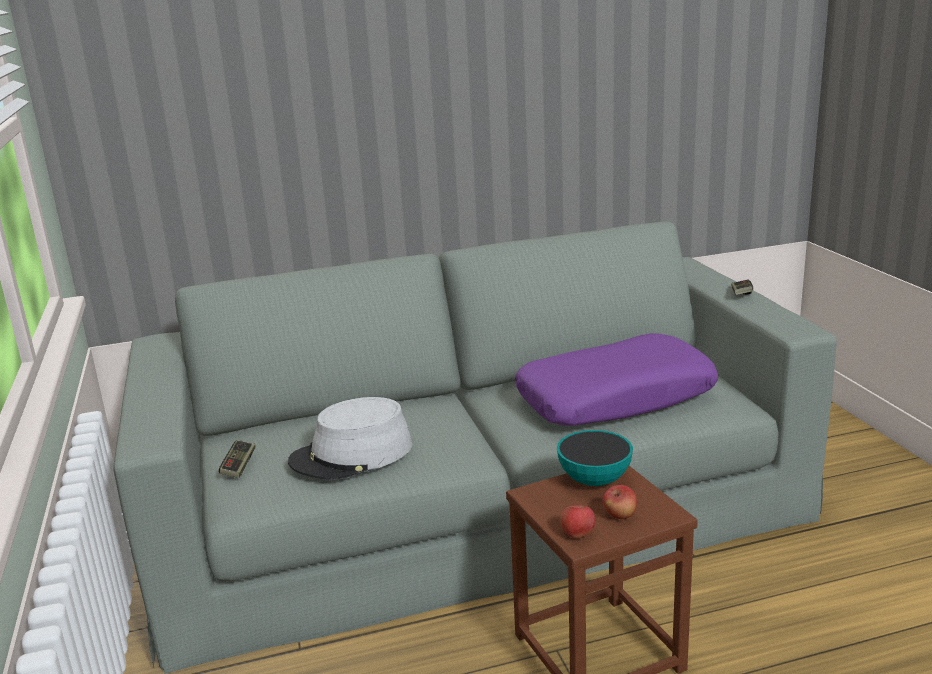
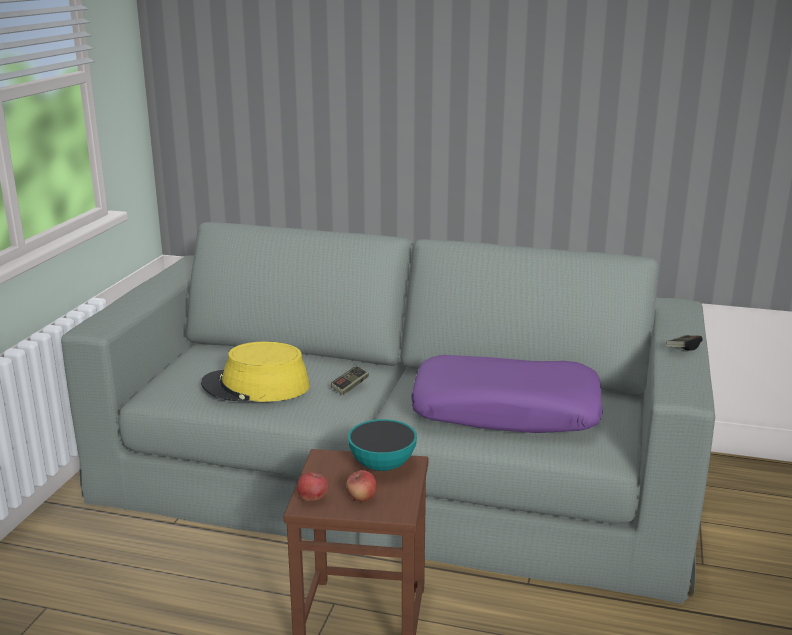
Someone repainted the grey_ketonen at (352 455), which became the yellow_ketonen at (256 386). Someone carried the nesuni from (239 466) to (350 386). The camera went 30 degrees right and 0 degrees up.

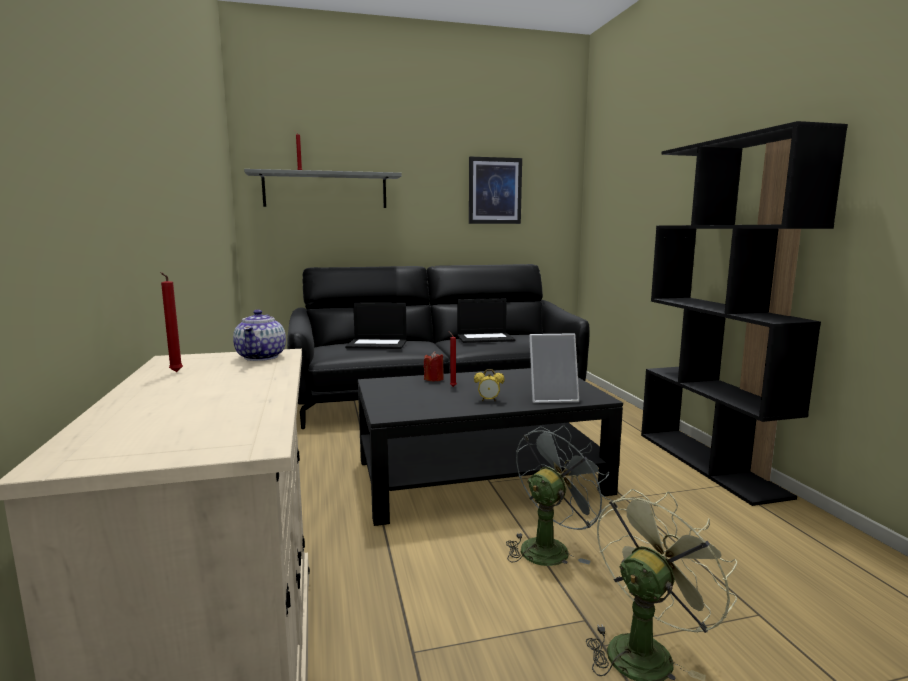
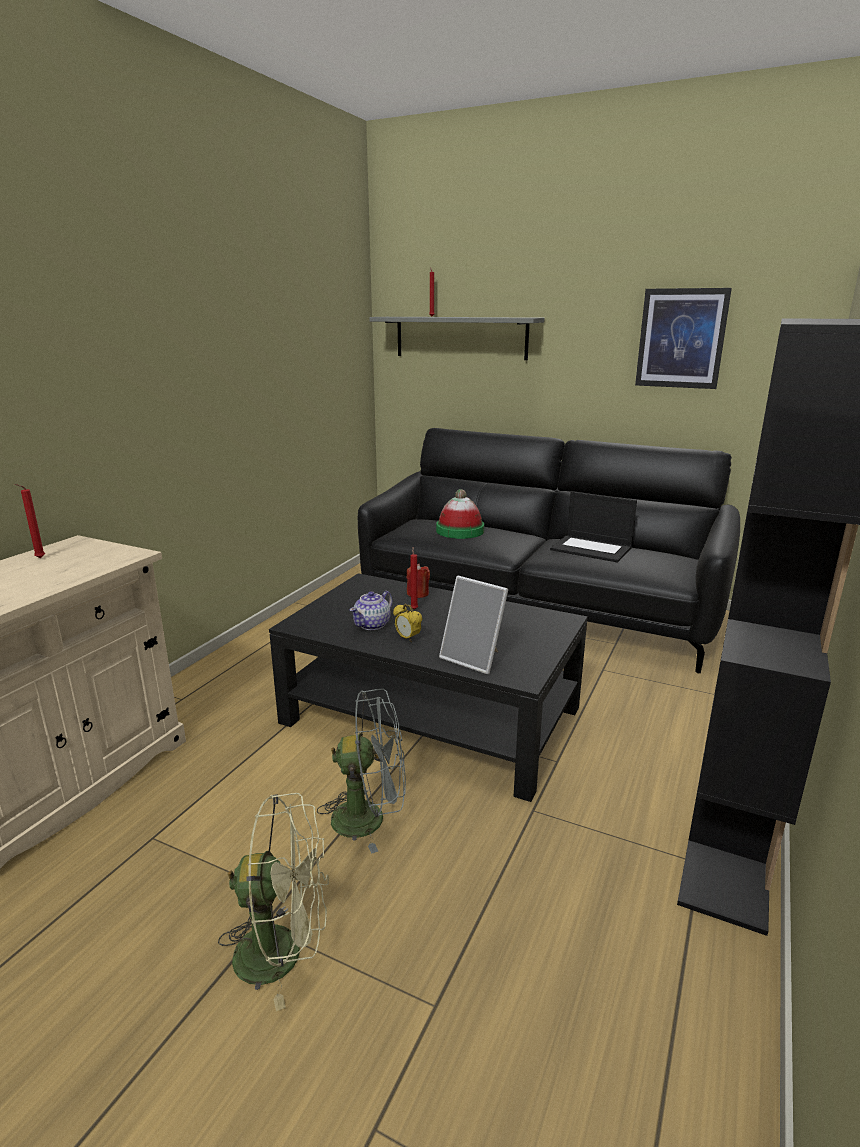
Someone swapped the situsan at (378 344) for the ketonen at (460 531). Someone carried the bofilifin from (262 357) to (373 625). The camera went 40 degrees right and 10 degrees up.

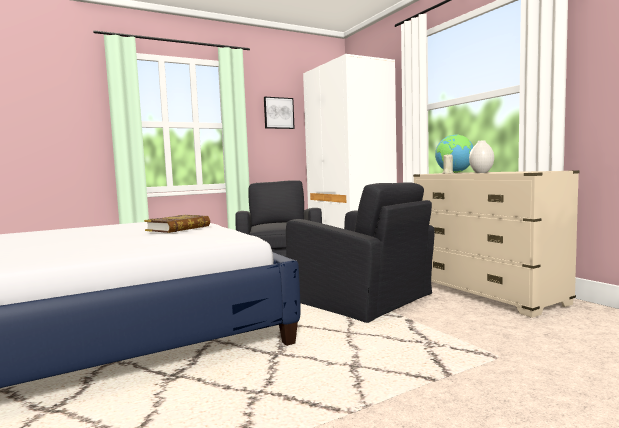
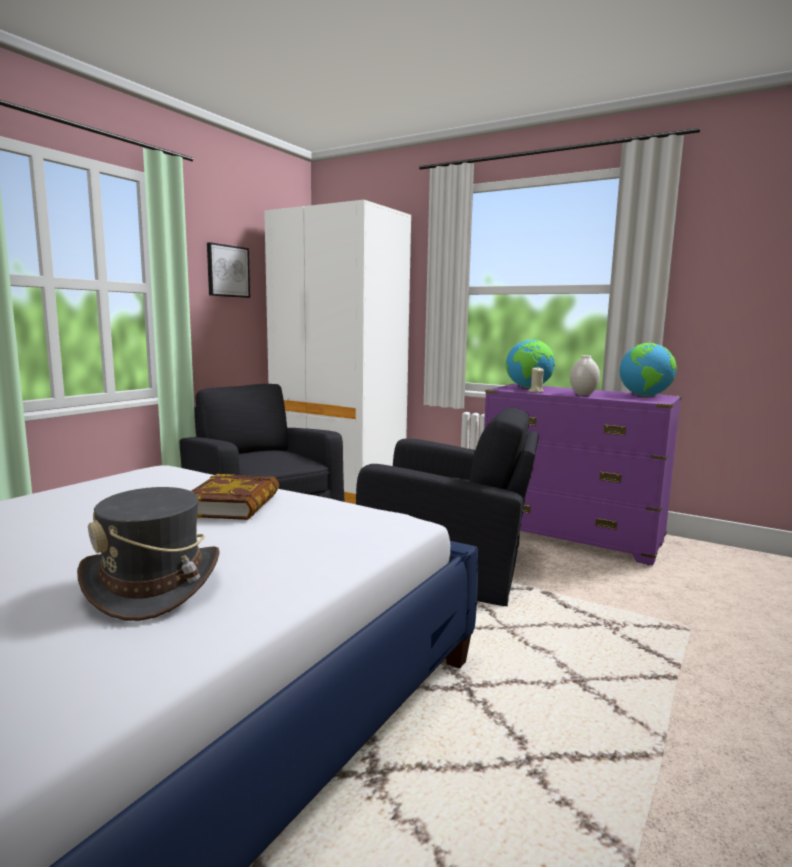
Someone repainted the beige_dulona at (486 293), which became the purple_dulona at (570 536). Someone put down the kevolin at (645 396). Someone put down the grey_ketonen at (153 585). The camera went 30 degrees left and 5 degrees up.

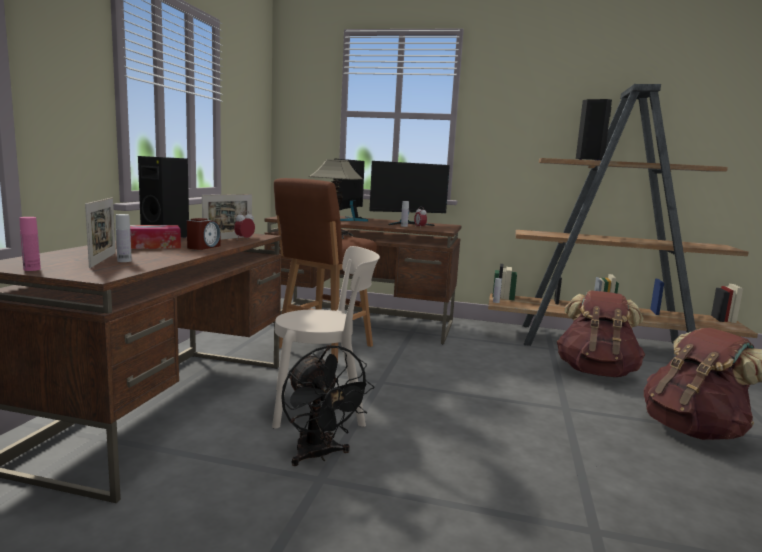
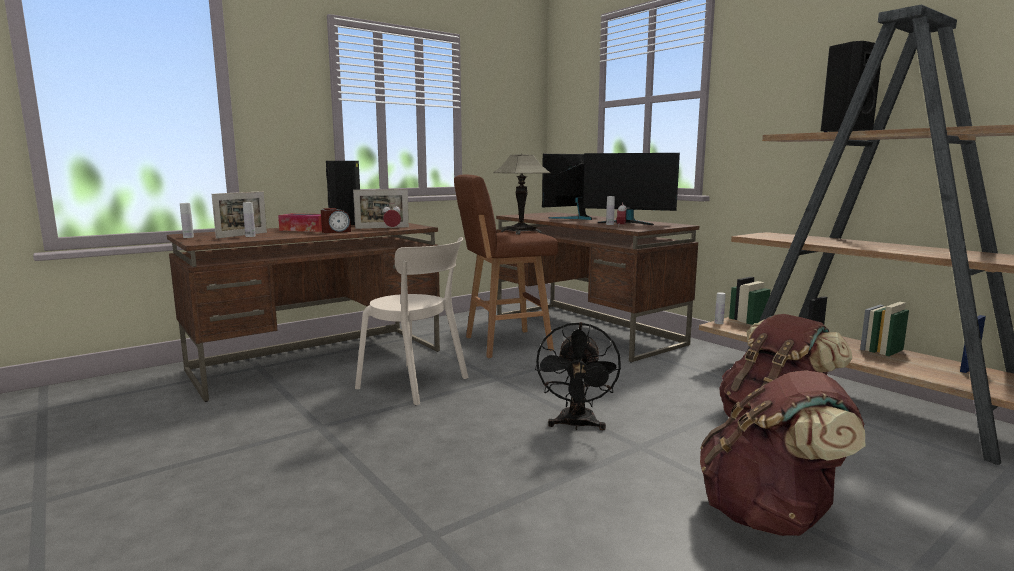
Someone repainted the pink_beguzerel at (32 269), which became the white_beguzerel at (188 237). Someone carried the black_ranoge from (319 455) to (576 425). The camera went 40 degrees right and 0 degrees up.

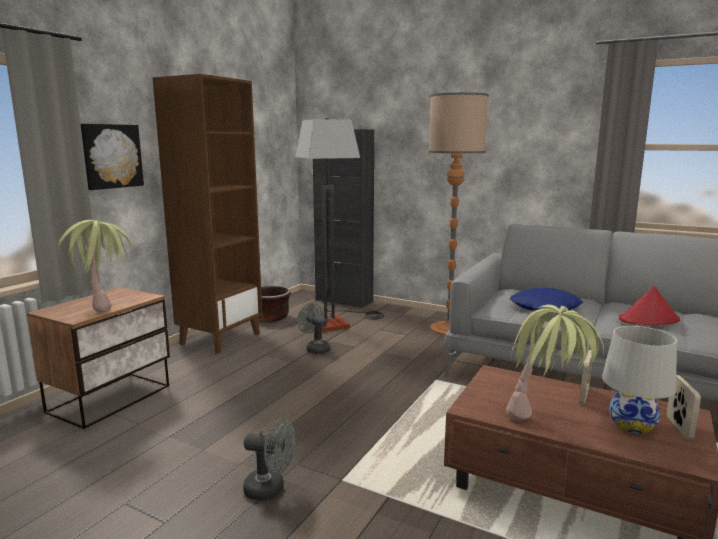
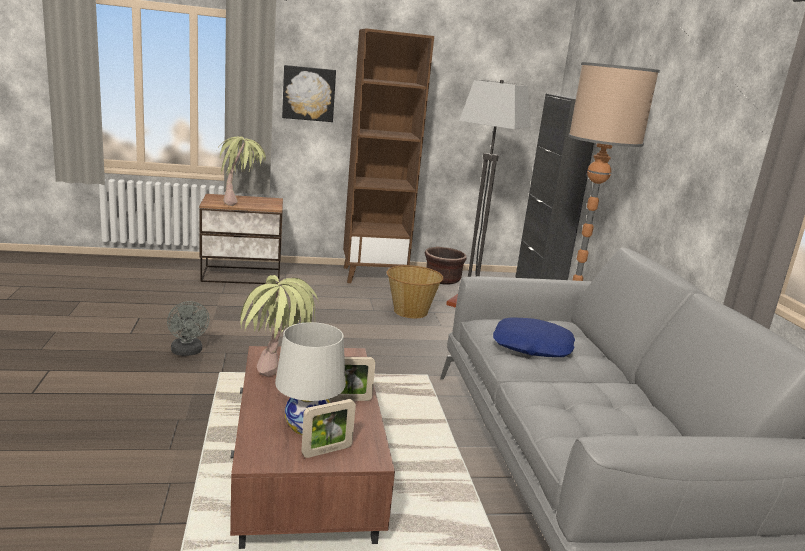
Someone took away the red_ketonen at (649 320). Someone swapped the grey_ranoge at (315 348) for the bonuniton at (410 312). The camera went 50 degrees right and 5 degrees up.

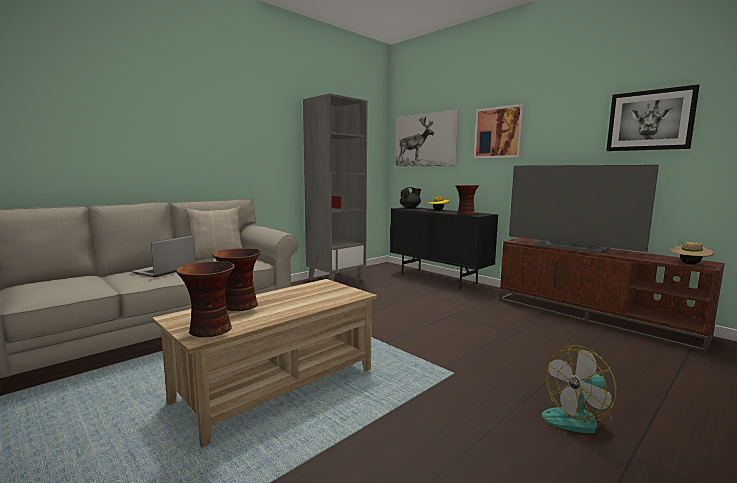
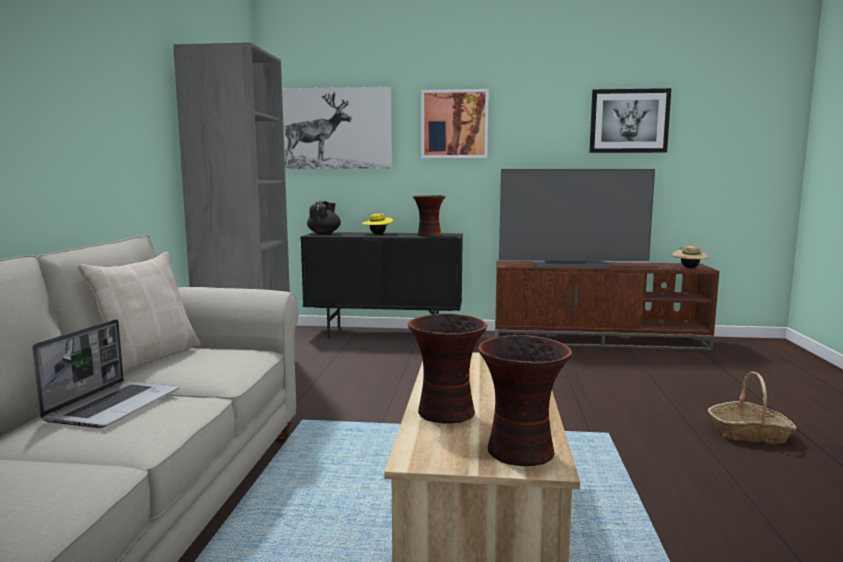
Someone rotated the situsan at (164 270) by 150 degrees counterclockwise. Someone swapped the ranoge at (578 418) for the bonuniton at (749 433). The camera went 40 degrees left and 0 degrees up.

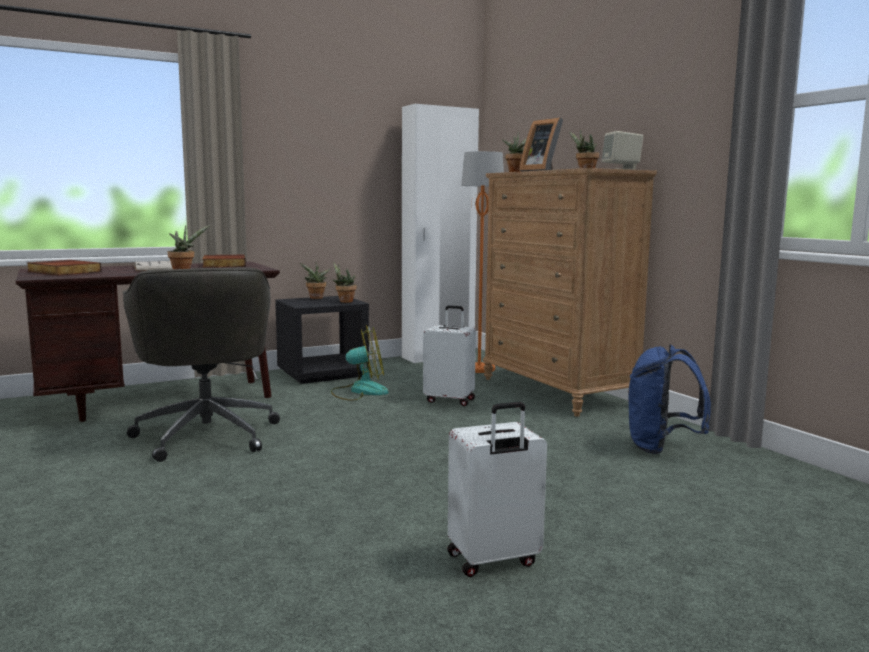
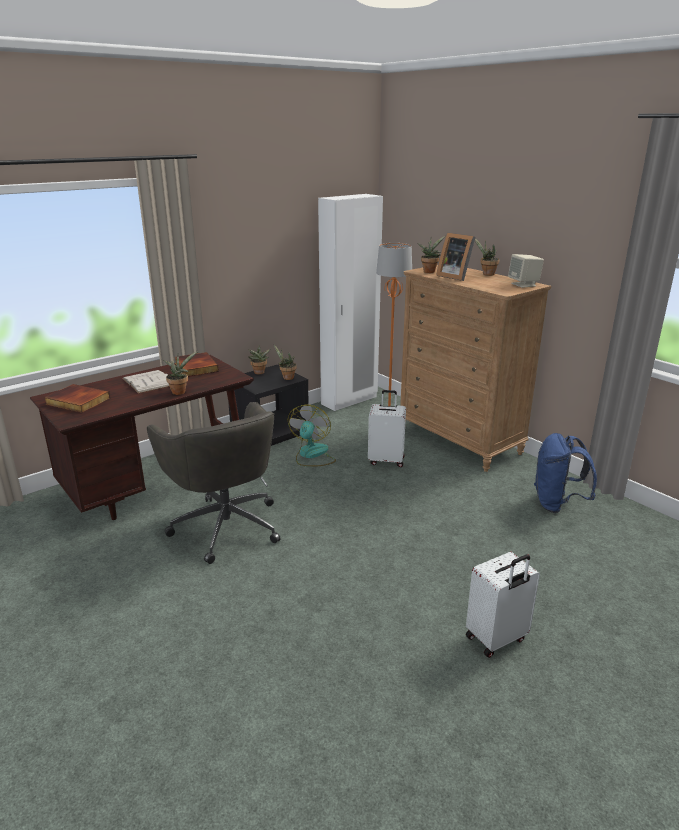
Someone rotated the ranoge at (359 391) by 60 degrees counterclockwise. The camera went 10 degrees left and 15 degrees up.

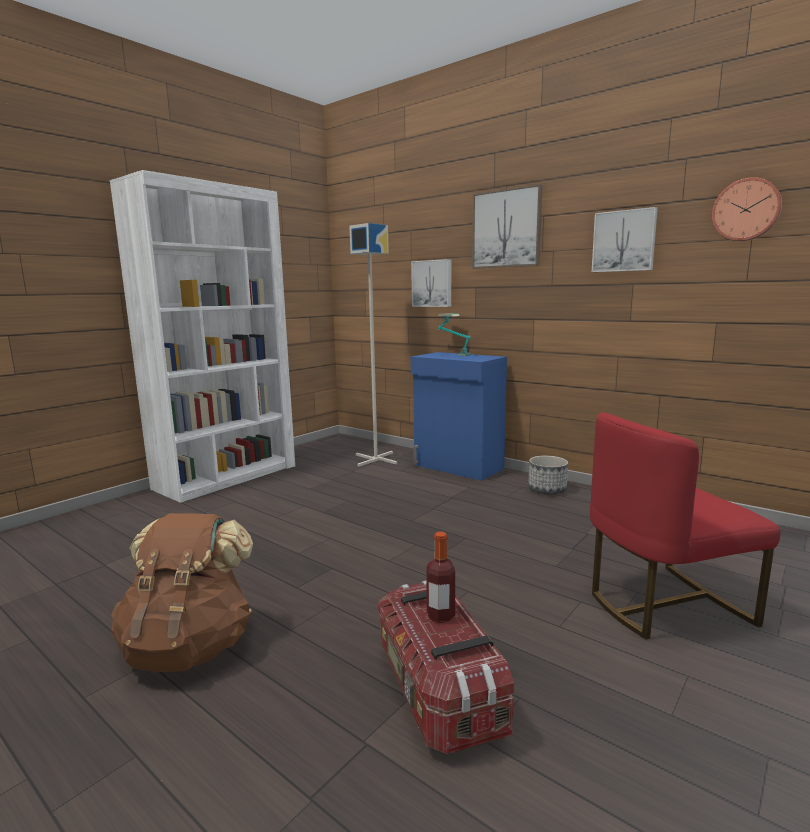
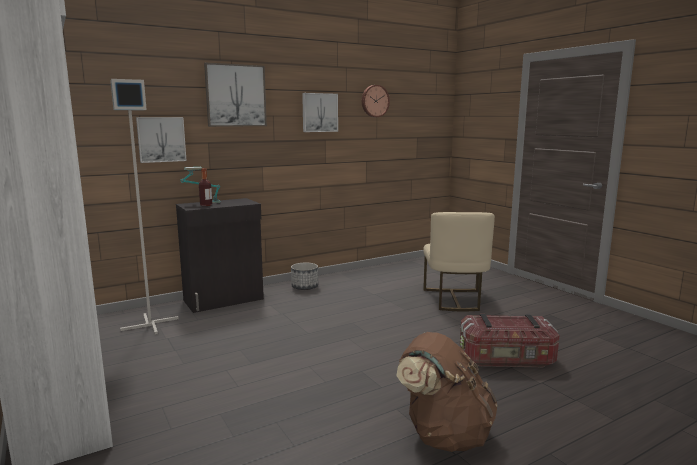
Someone repainted the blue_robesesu at (458 467), which became the black_robesesu at (224 300). Someone repainted the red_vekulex at (664 604), which became the beige_vekulex at (454 300). Someone carried the beguzerel from (440 616) to (206 205). The camera went 70 degrees left and 0 degrees up.

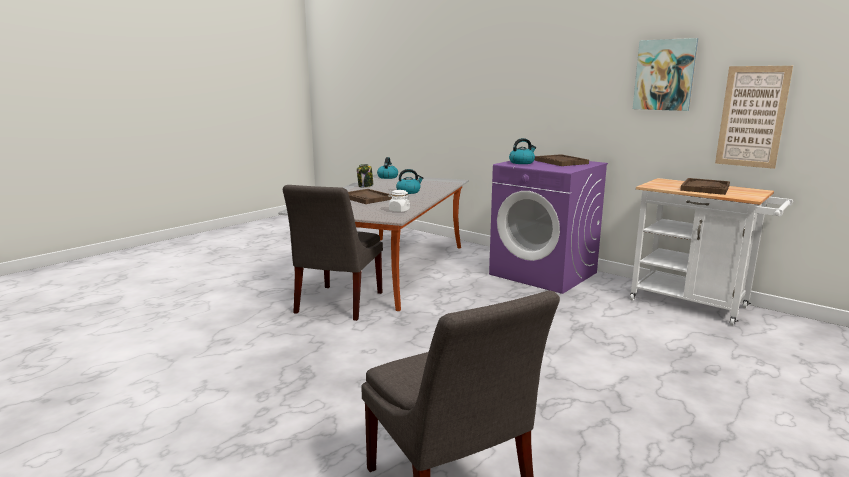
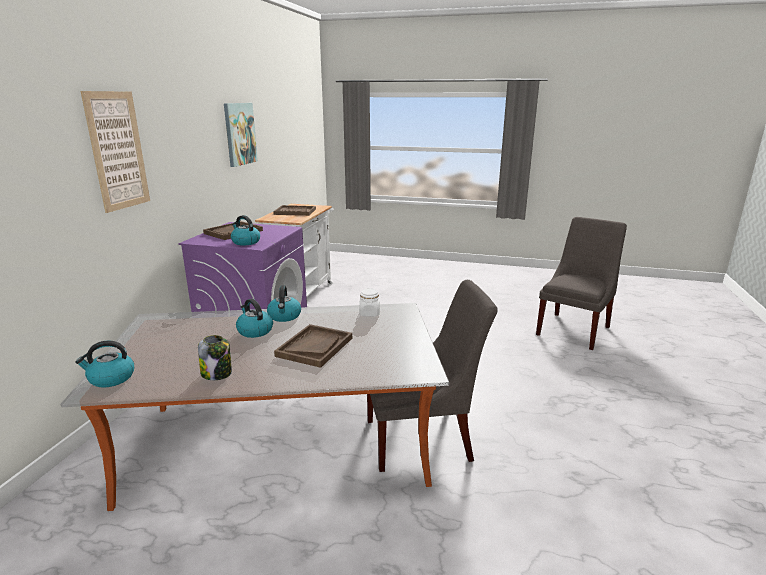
Someone carried the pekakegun from (752 117) to (117 151). Someone put down the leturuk at (284 316). The camera went 115 degrees left and 5 degrees up.

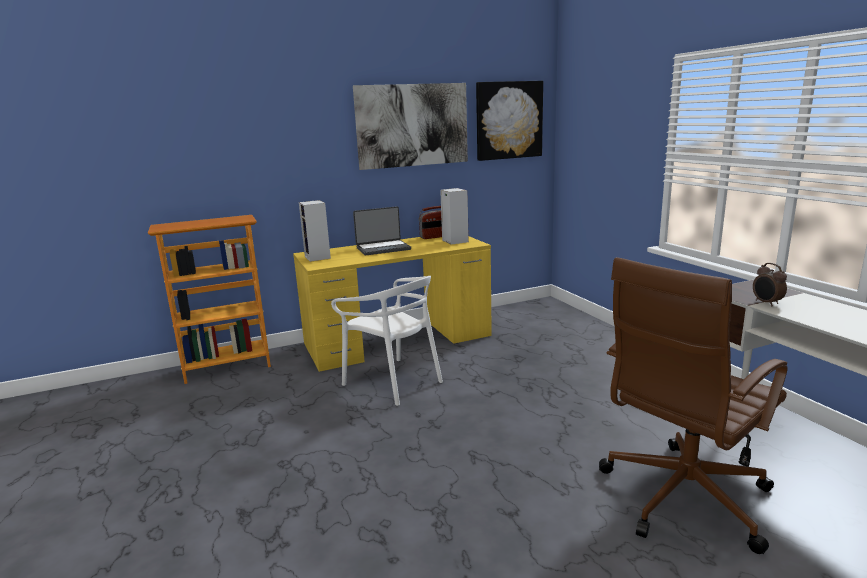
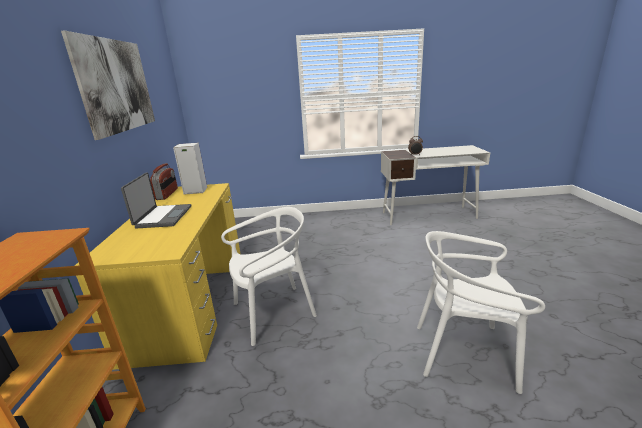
Someone took away the pekakegun at (509 120). Someone took away the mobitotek at (318 257). Someone took away the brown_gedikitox at (681 498). Someone put down the white_vekulex at (464 353). The camera went 70 degrees left and 5 degrees up.

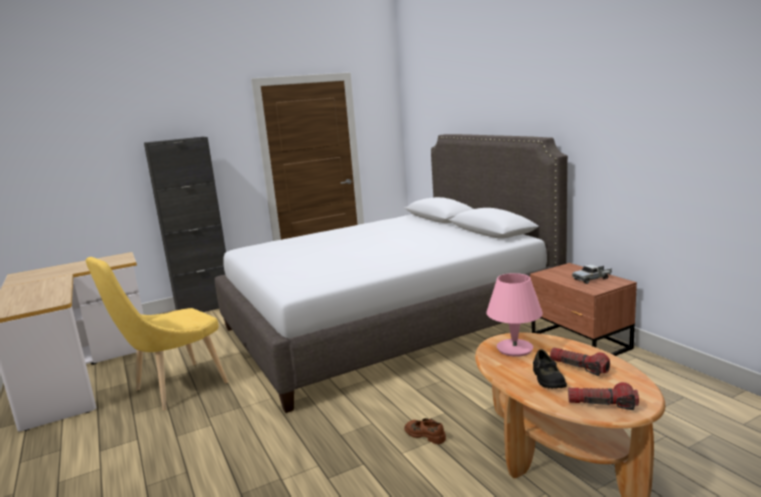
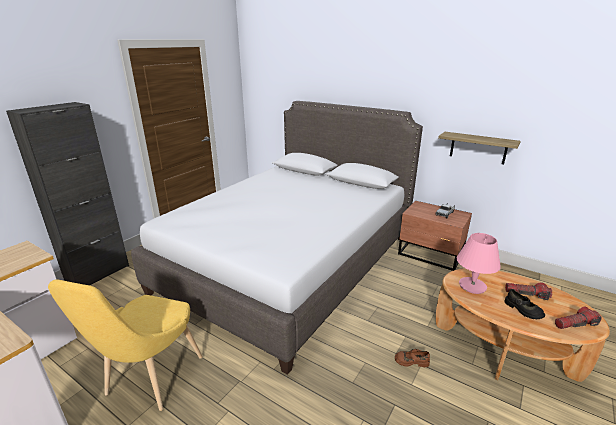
Someone put up the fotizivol at (478 148). The camera went 30 degrees left and 10 degrees up.

